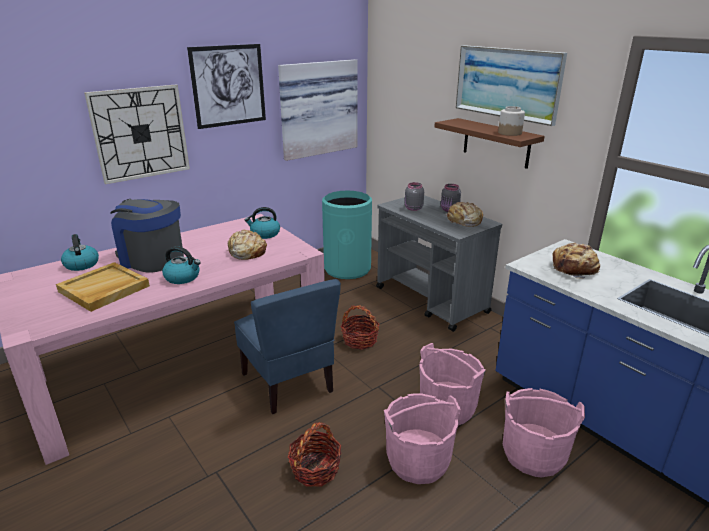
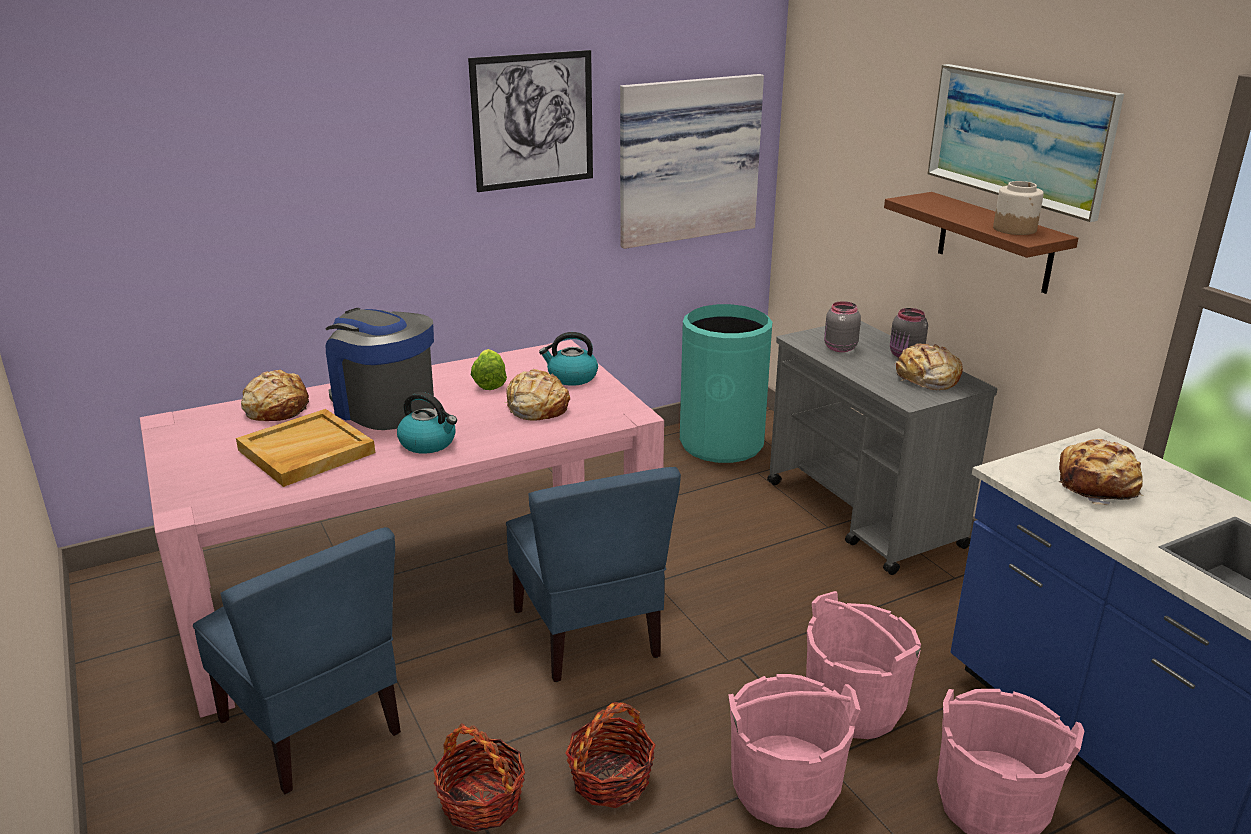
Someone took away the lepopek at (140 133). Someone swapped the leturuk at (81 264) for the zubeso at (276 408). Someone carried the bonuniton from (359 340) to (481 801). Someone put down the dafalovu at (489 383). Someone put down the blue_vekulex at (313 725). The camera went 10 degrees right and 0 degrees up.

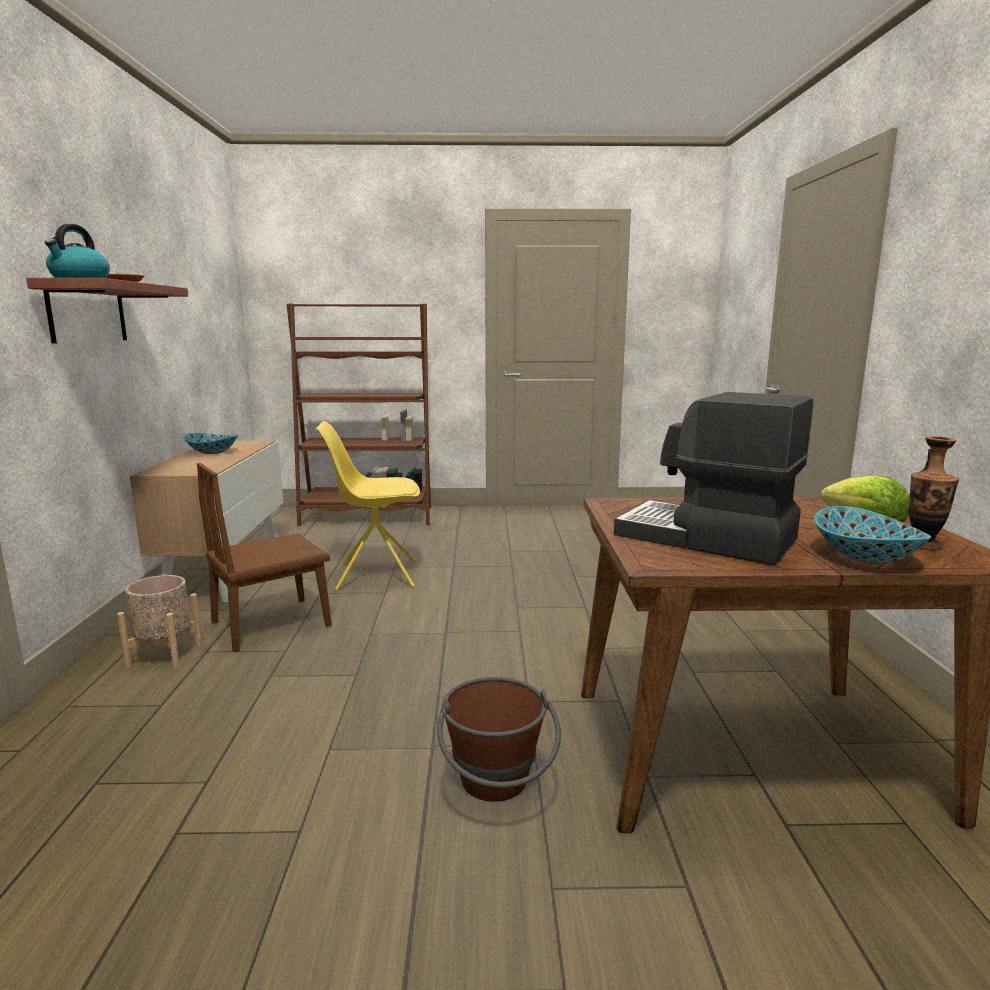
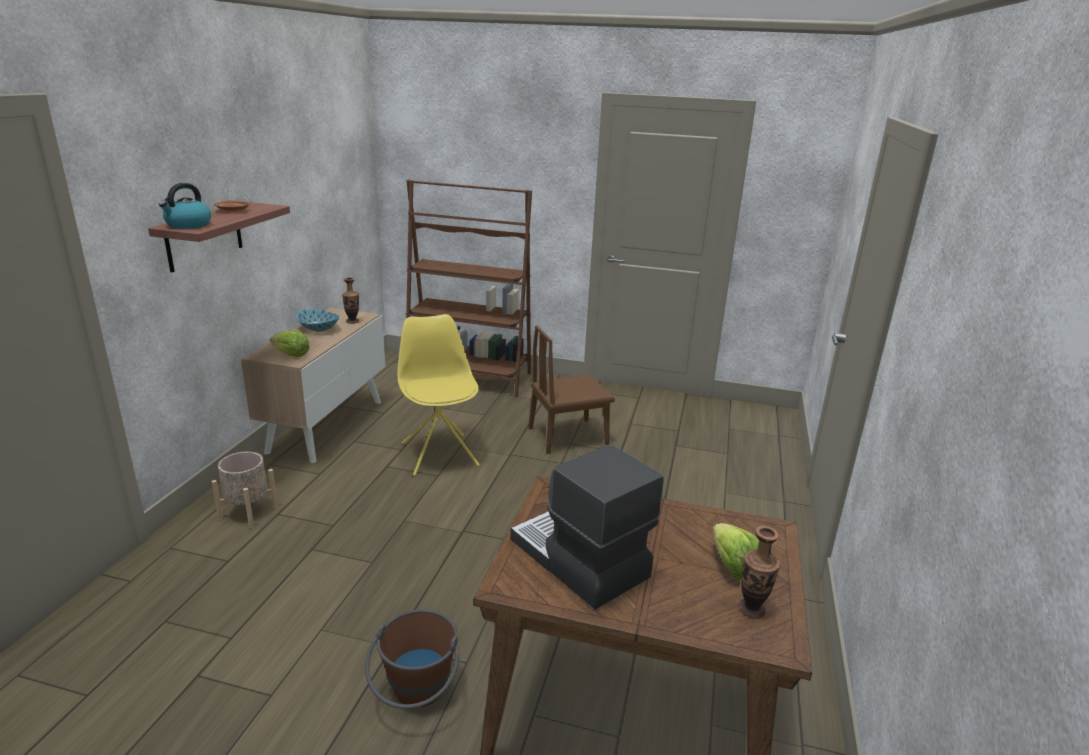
Someone rotated the yellow_vekulex at (375 575) by 60 degrees clockwise. Someone carried the brown_vekulex from (271 623) to (568 436). Someone took away the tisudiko at (866 557). Someone put down the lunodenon at (352 321). Someone put down the dafalovu at (291 355). The camera went 15 degrees right and 10 degrees up.

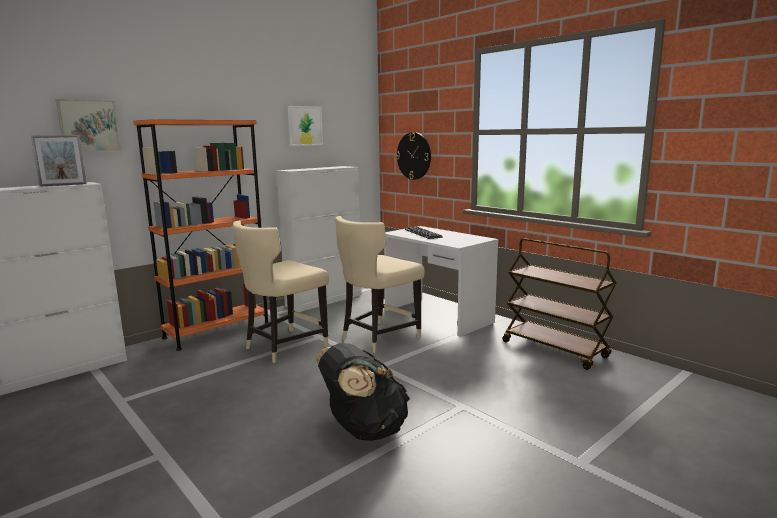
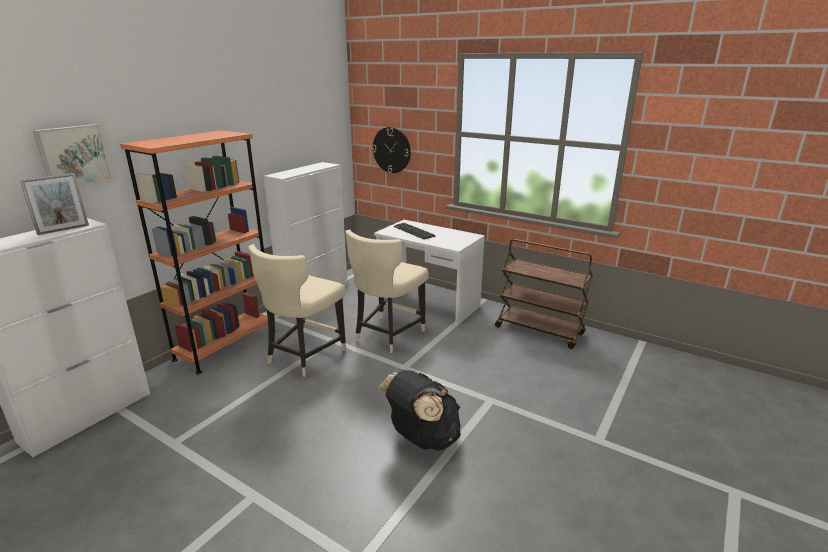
Someone took away the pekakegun at (305 126). The camera went 15 degrees left and 10 degrees up.

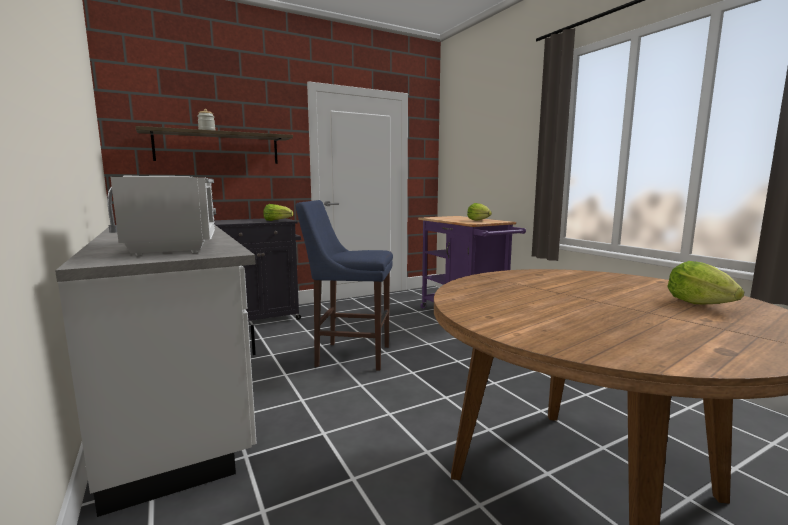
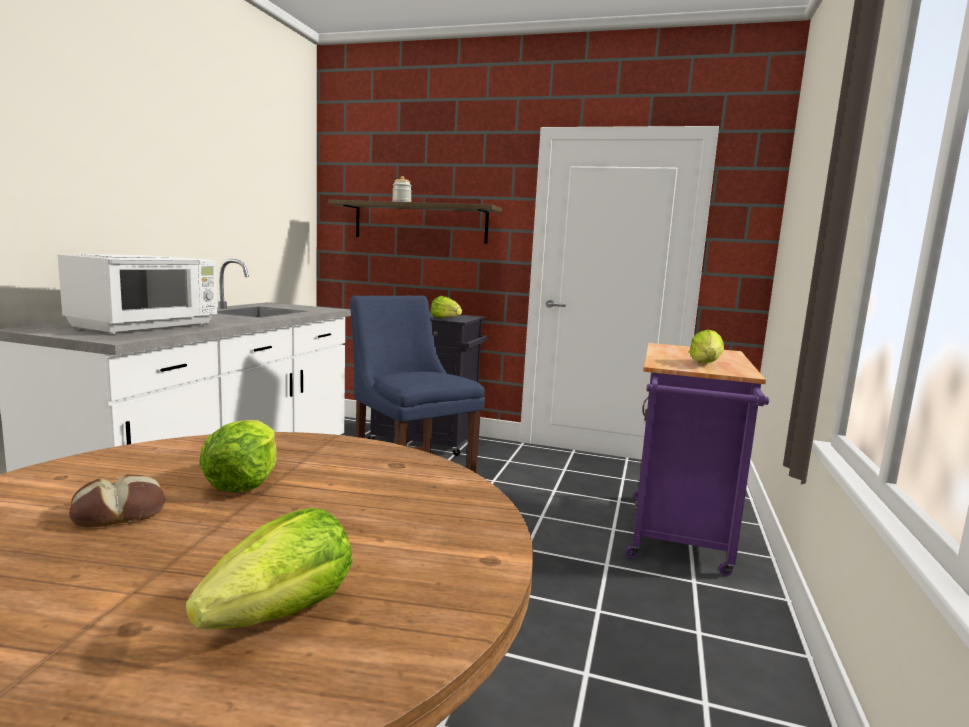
Someone put down the dafalovu at (243 483). Someone put down the zubeso at (119 511). The camera went 45 degrees right and 0 degrees up.

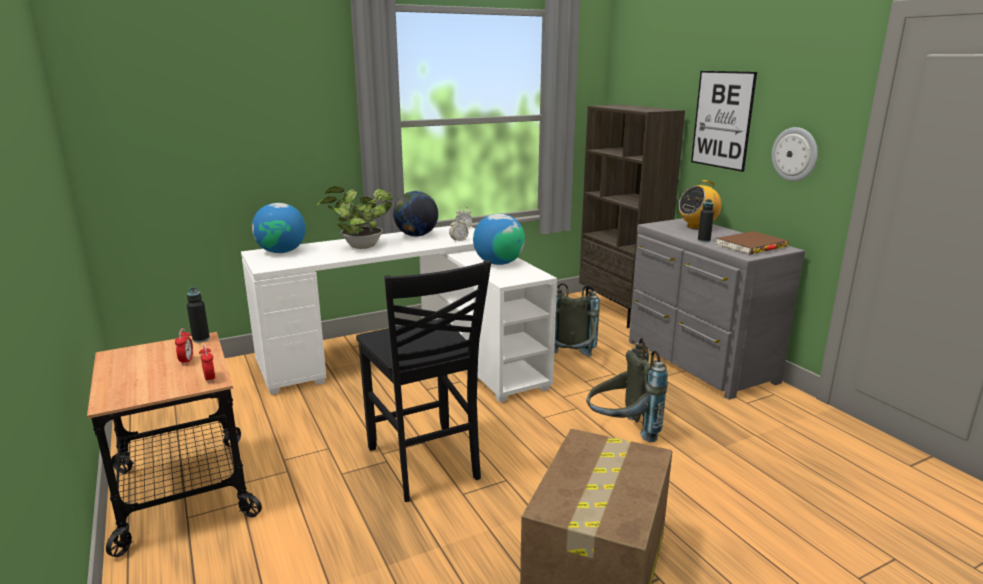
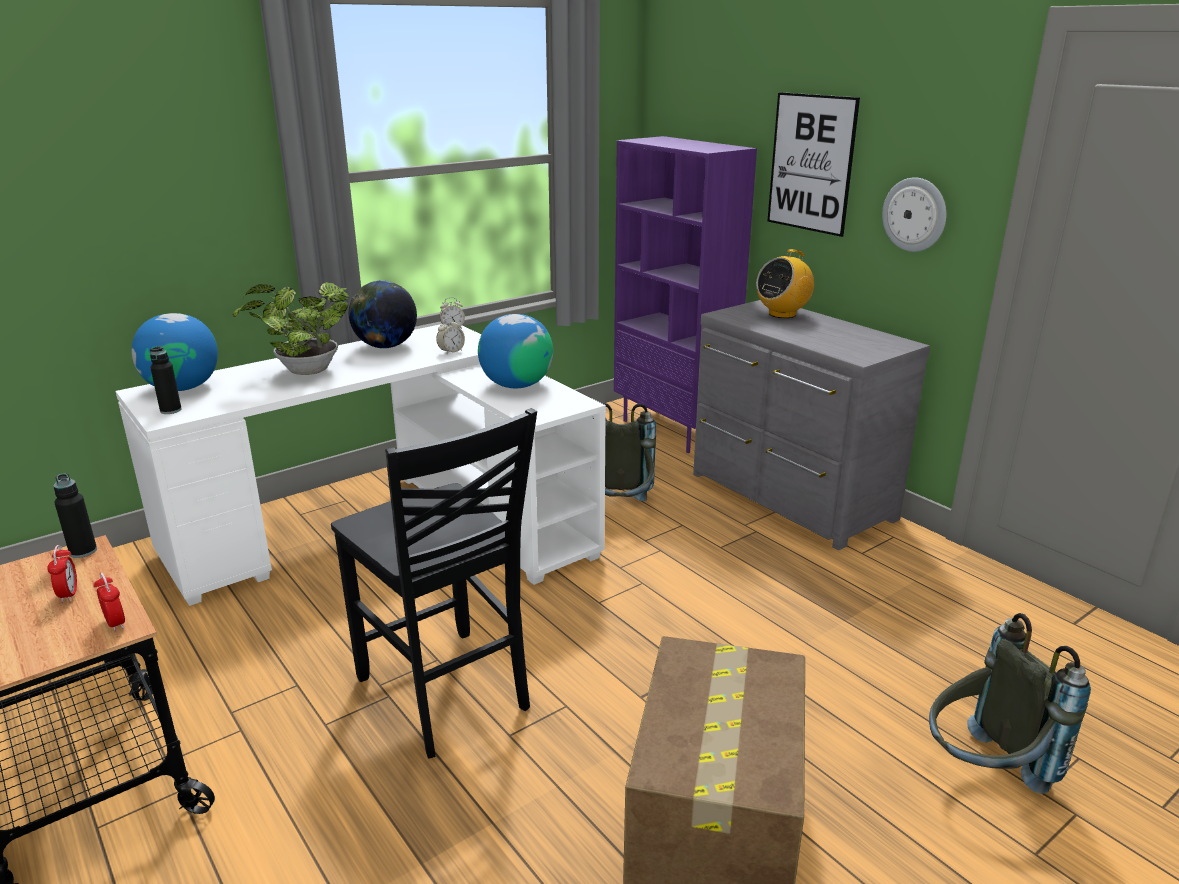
Someone repainted the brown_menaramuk at (620 313), which became the purple_menaramuk at (673 430). Someone carried the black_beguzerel from (704 240) to (171 410). Someone took away the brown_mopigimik at (751 246). Someone carried the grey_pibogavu from (621 431) to (982 773). The camera went 10 degrees left and 5 degrees up.

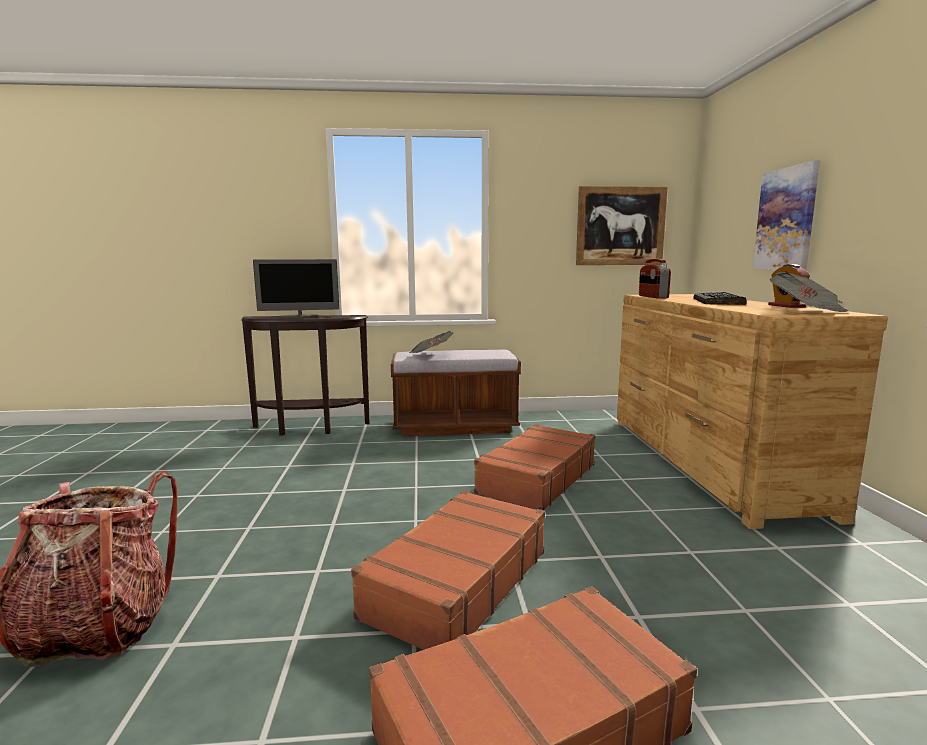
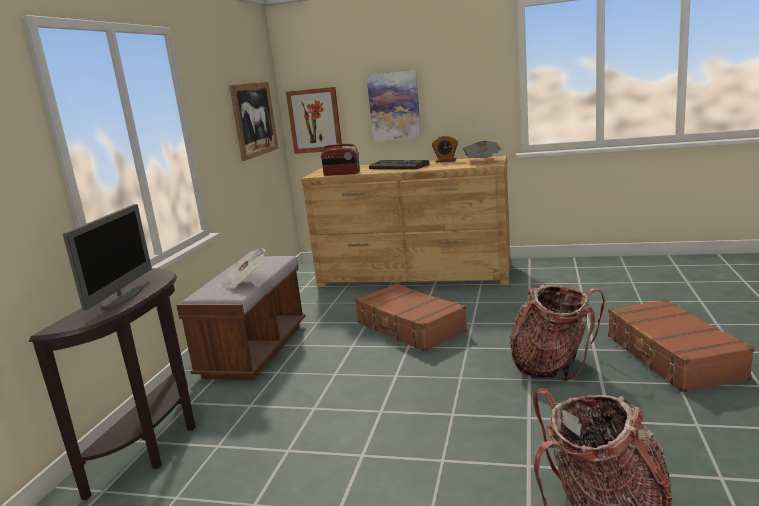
Someone swapped the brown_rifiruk at (456 583) for the pibogavu at (553 366). Someone put up the pekakegun at (315 120). The camera went 70 degrees left and 5 degrees up.

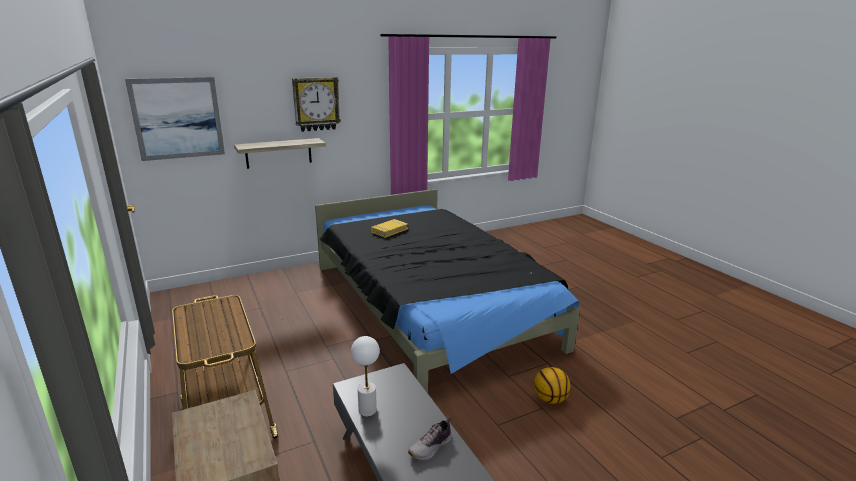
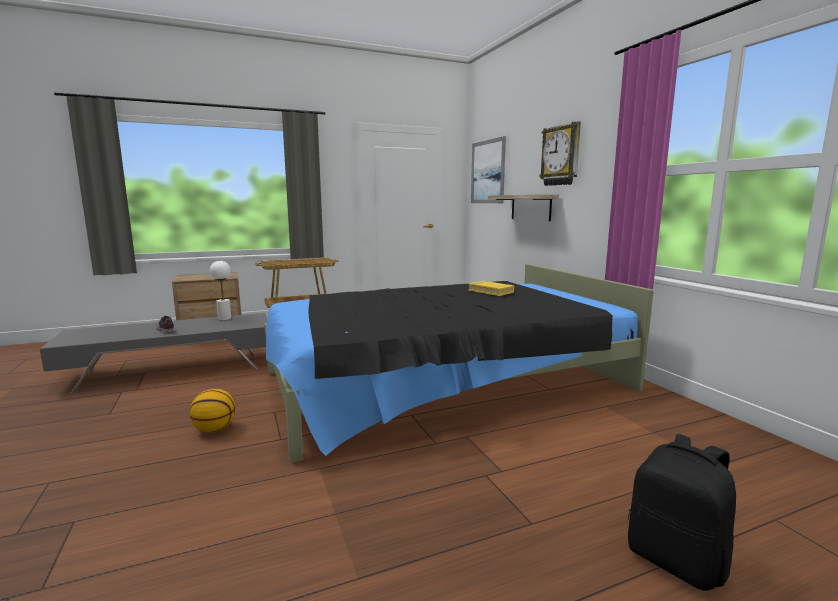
Someone put down the black_pibogavu at (676 560). The camera went 95 degrees right and 10 degrees down.

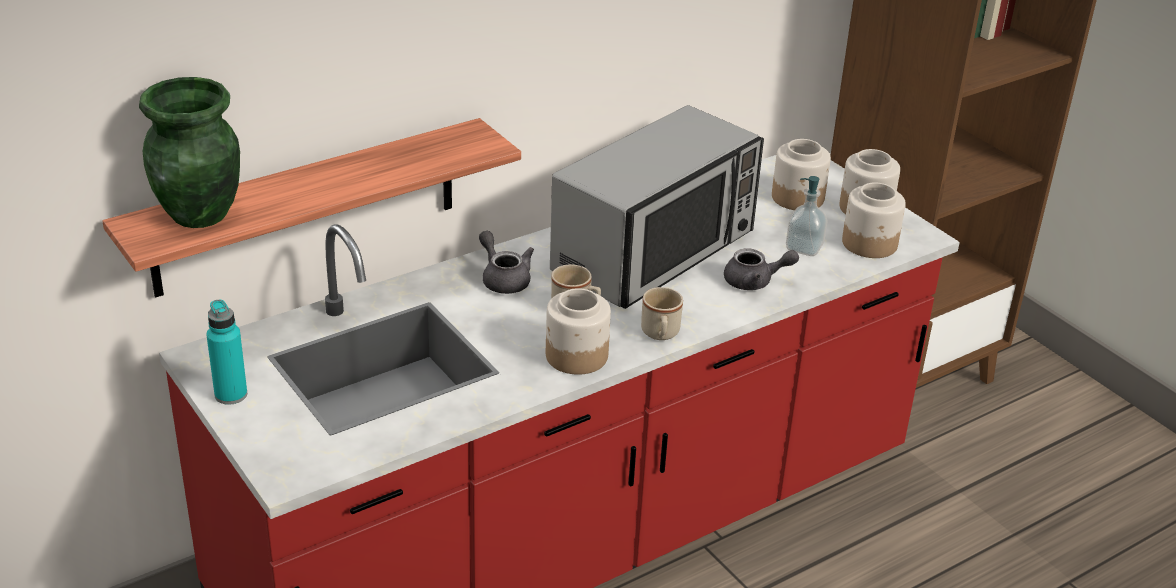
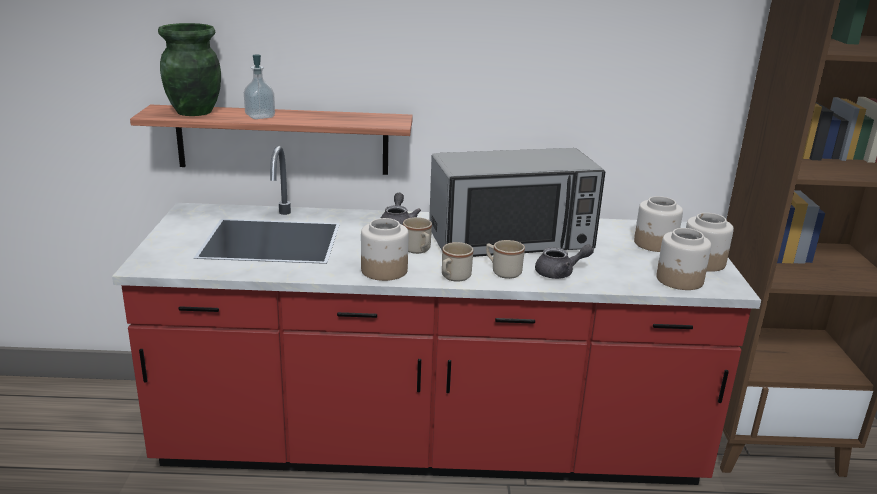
Someone carried the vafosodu from (804 247) to (260 116). Someone rotated the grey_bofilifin at (755 282) by 45 degrees counterclockwise. Someone took away the turquoise_beguzerel at (231 394). Someone put down the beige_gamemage at (502 272). The camera went 35 degrees right and 10 degrees down.

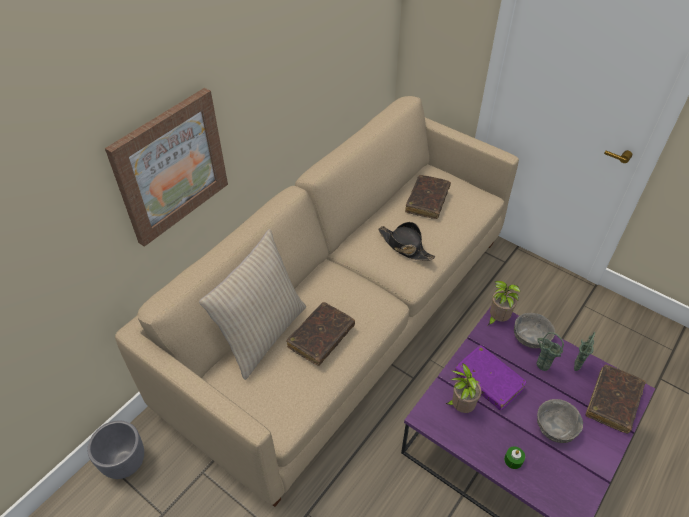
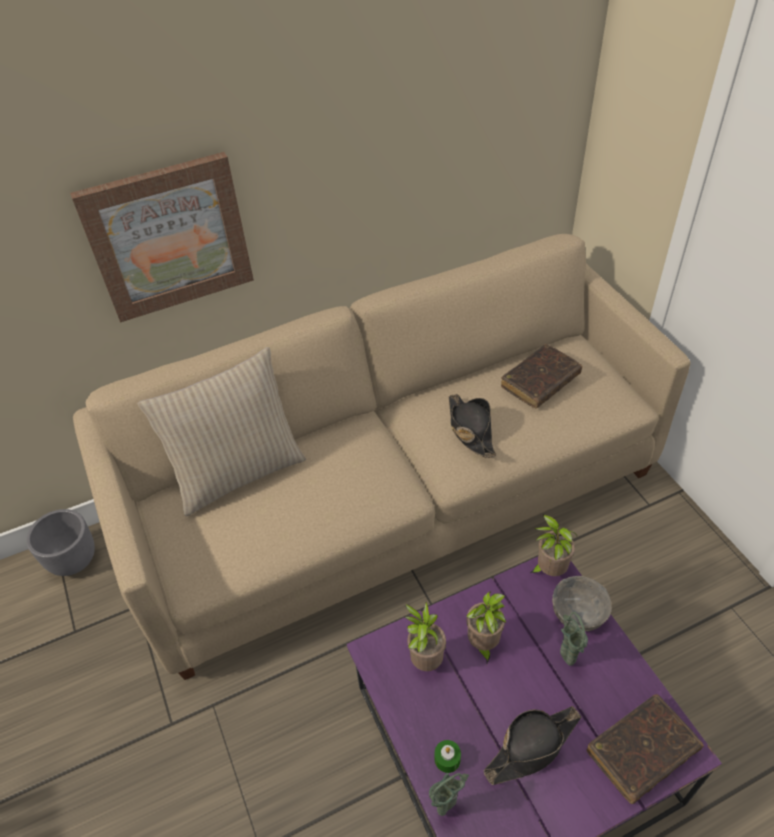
Someone took away the brown_mopigimik at (321 337). Someone carried the green_lunodenon from (575 366) to (448 807). Someone swapped the purple_mopigimik at (488 381) for the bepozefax at (483 644). Someone swapped the grey_tisudiko at (555 428) for the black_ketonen at (532 746). The camera went 30 degrees right and 0 degrees up.

